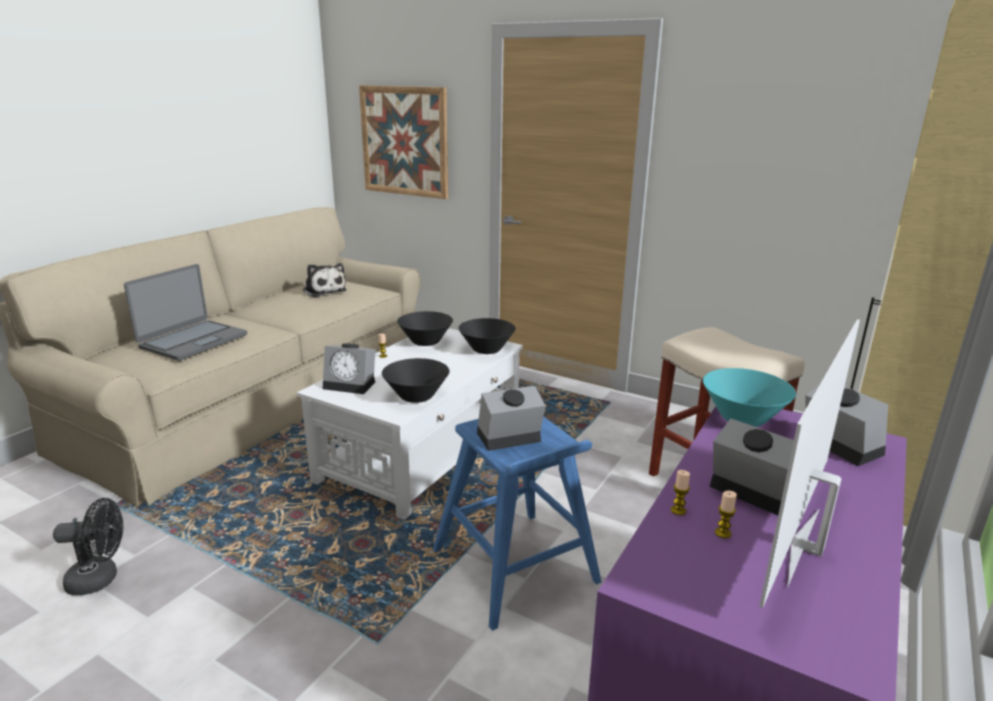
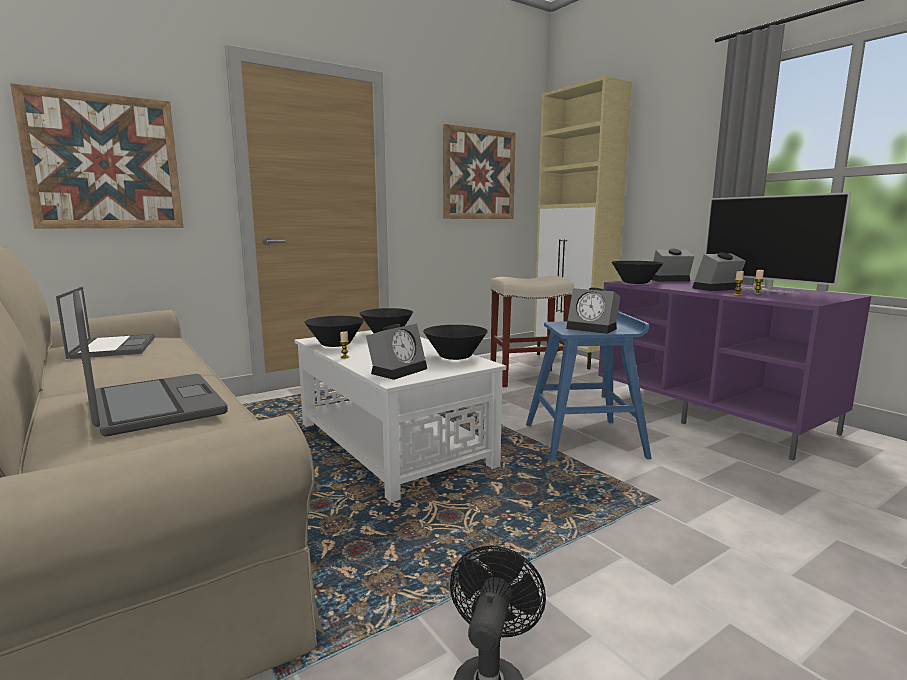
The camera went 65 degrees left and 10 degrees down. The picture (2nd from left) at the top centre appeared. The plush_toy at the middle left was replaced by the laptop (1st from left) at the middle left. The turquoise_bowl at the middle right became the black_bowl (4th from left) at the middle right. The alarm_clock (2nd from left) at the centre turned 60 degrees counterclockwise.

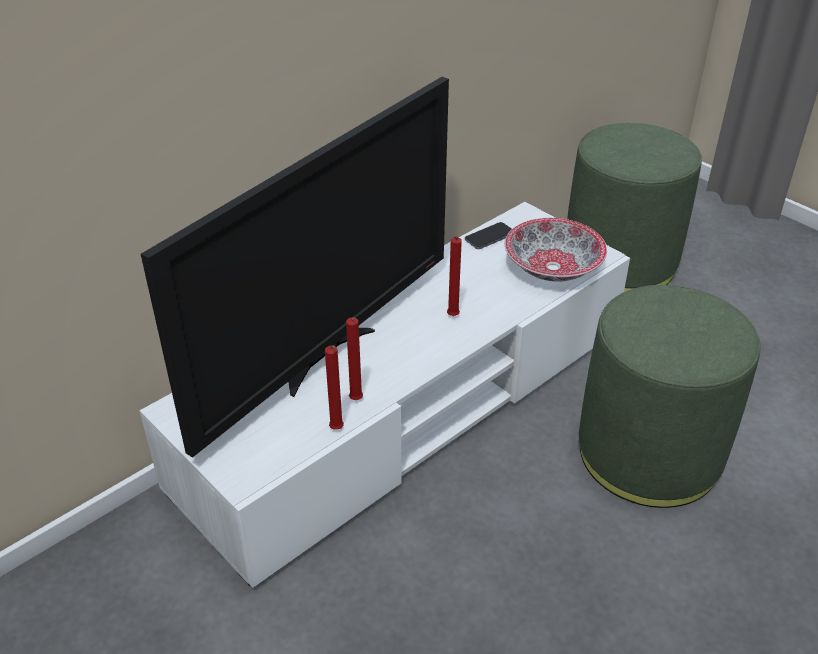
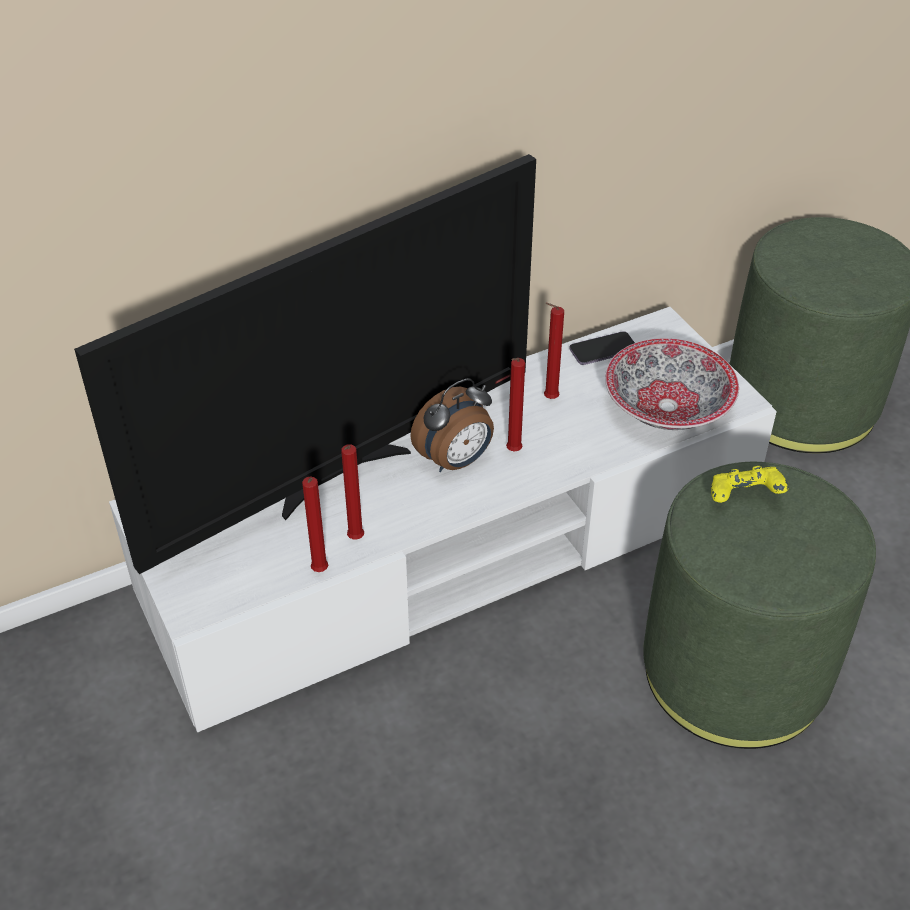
The camera went 15 degrees right and 5 degrees up. The alarm_clock at the centre appeared. The red_candle (4th from left) at the centre appeared. The yellow_game_controller at the middle right appeared.

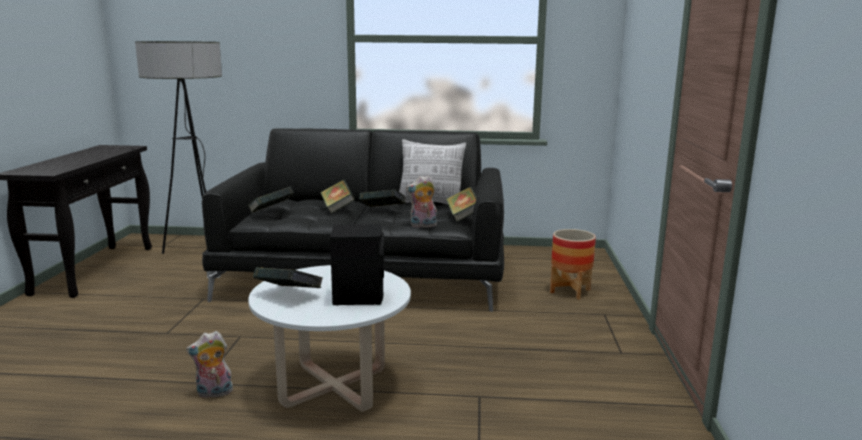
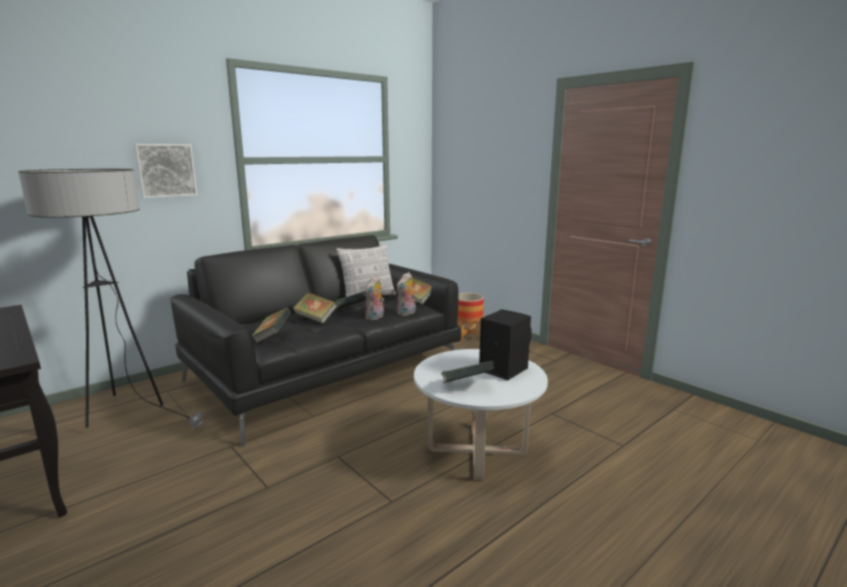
The camera went 45 degrees left and 0 degrees up. The picture at the top left appeared. The plush_toy (1st from left) moved from the bottom left to the centre.

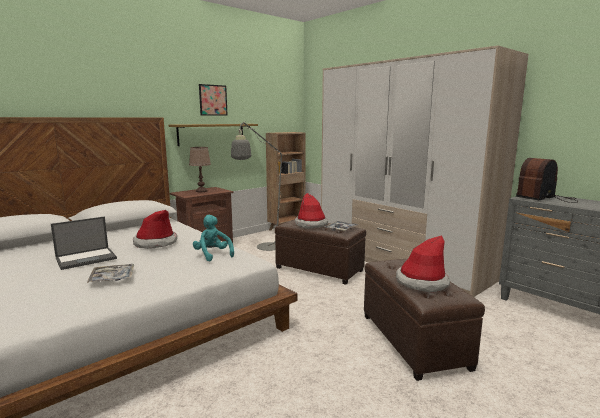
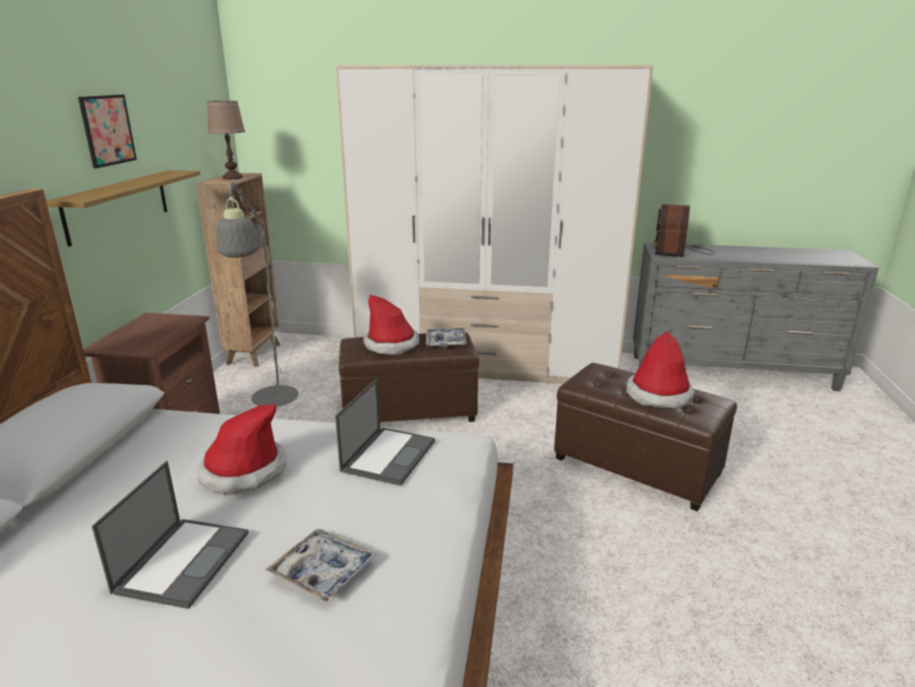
The camera went 40 degrees left and 10 degrees up. The brown_table_lamp moved from the centre to the top left. The turquoise_plush_toy at the centre was replaced by the laptop (2nd from left) at the centre.

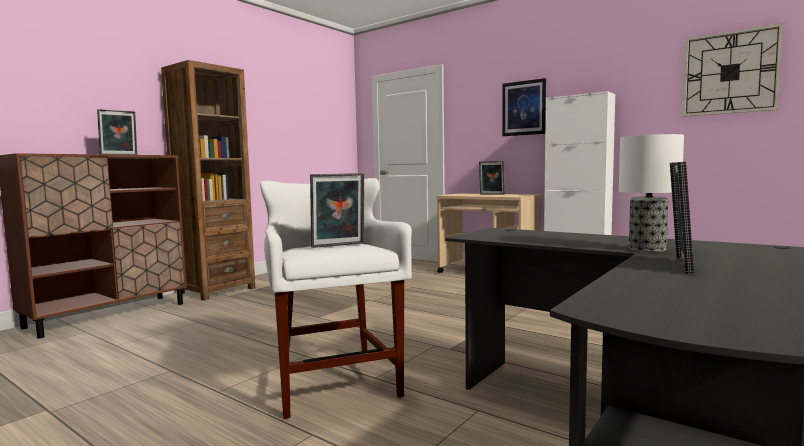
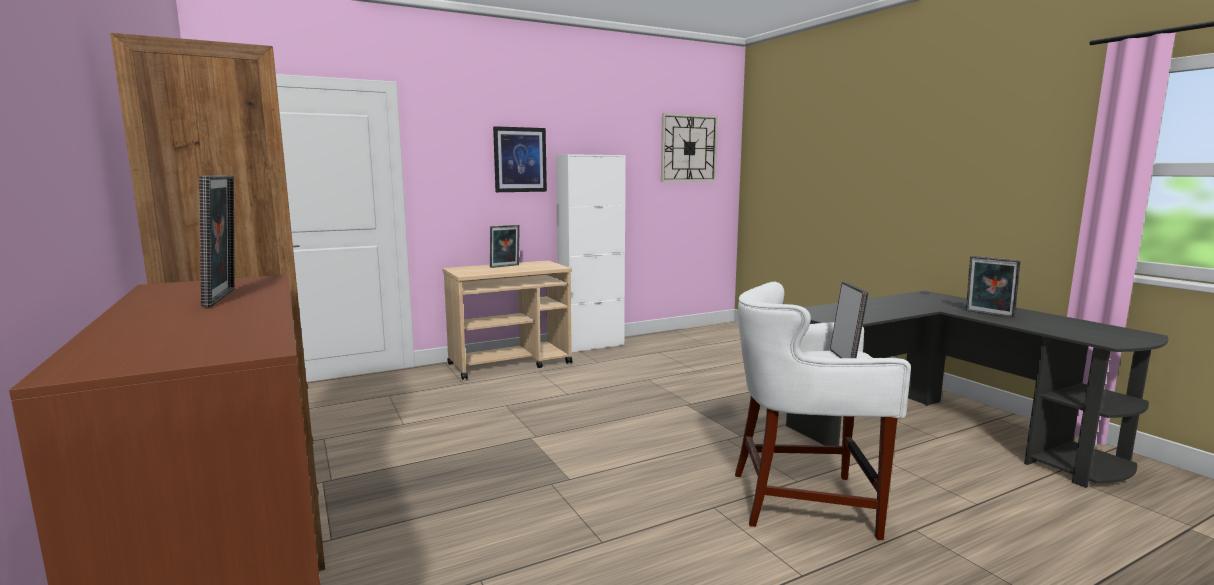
The camera went 65 degrees left and 5 degrees up. The table_lamp at the middle right disappeared.

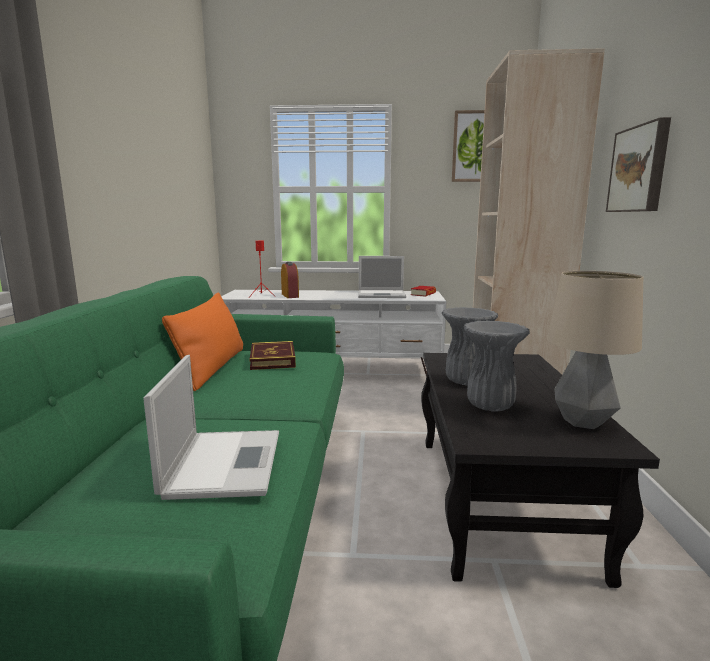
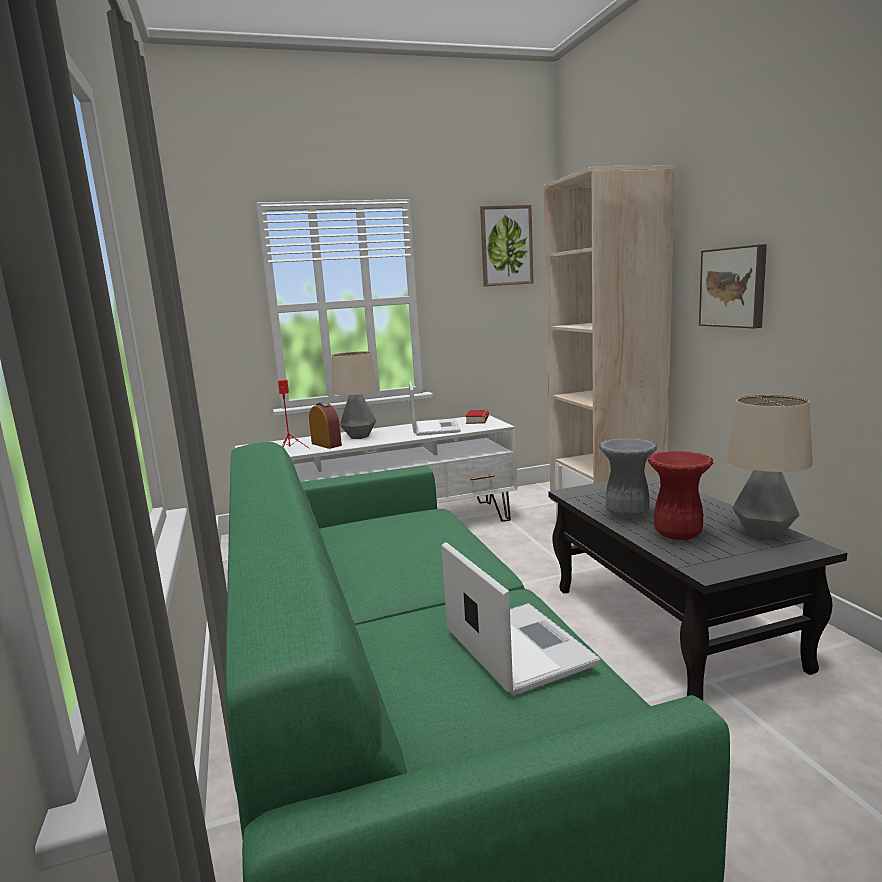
The camera went 20 degrees left and 0 degrees up. The orange_pillow at the middle left disappeared. The book (1st from left) at the centre disappeared. The table_lamp (1st from left) at the centre appeared. The grey_vase (2nd from left) at the middle right became the red_vase at the middle right. The laptop (2nd from left in the first image) at the centre turned 75 degrees counterclockwise.

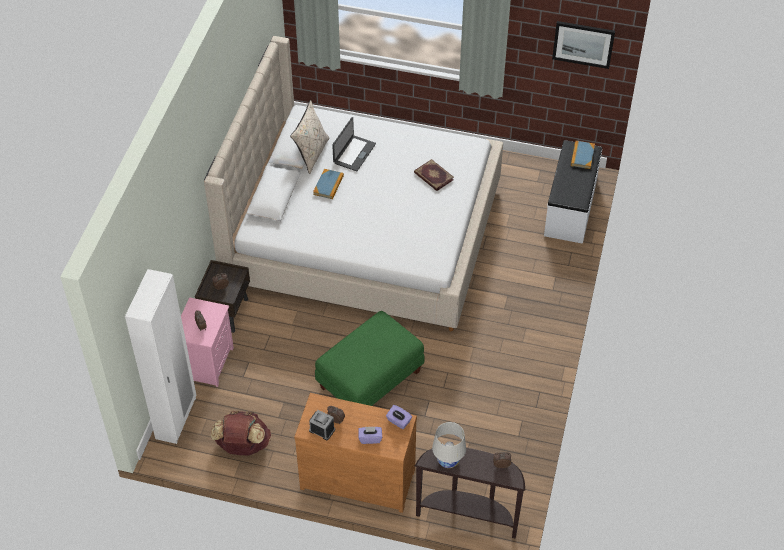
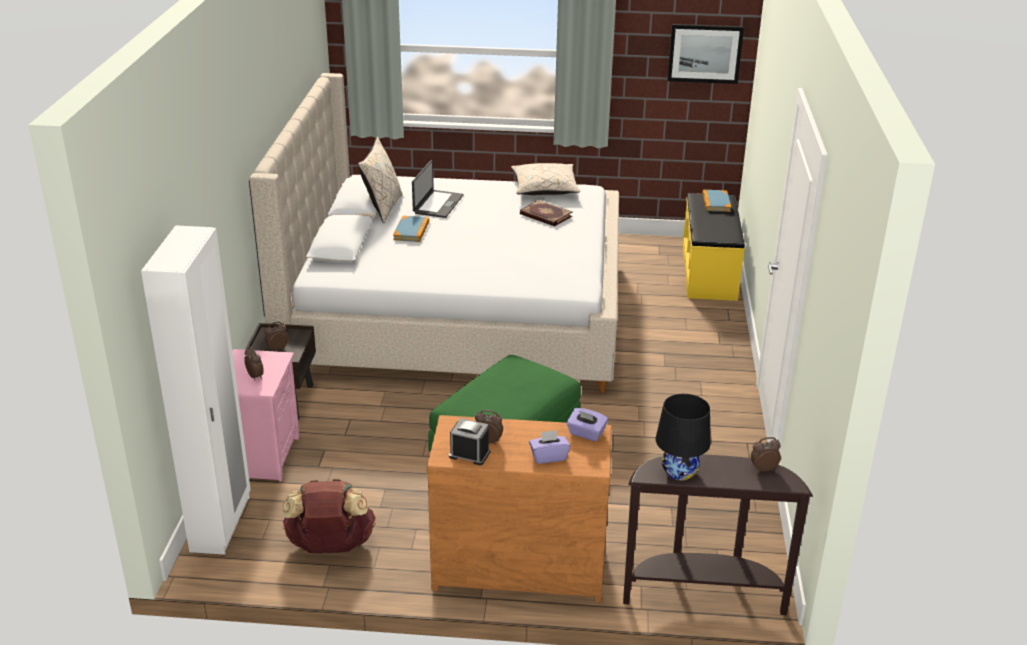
The camera went 10 degrees left and 20 degrees down. The beige_pillow (2nd from left) at the top centre appeared. The white_table_lamp at the bottom centre became the black_table_lamp at the bottom centre. The white_bench at the middle right became the yellow_bench at the middle right.

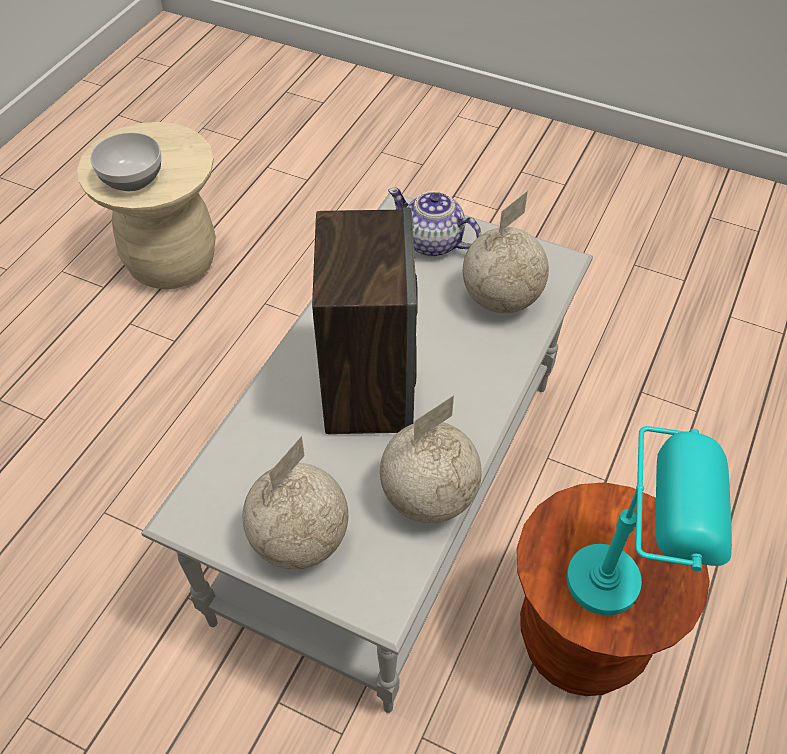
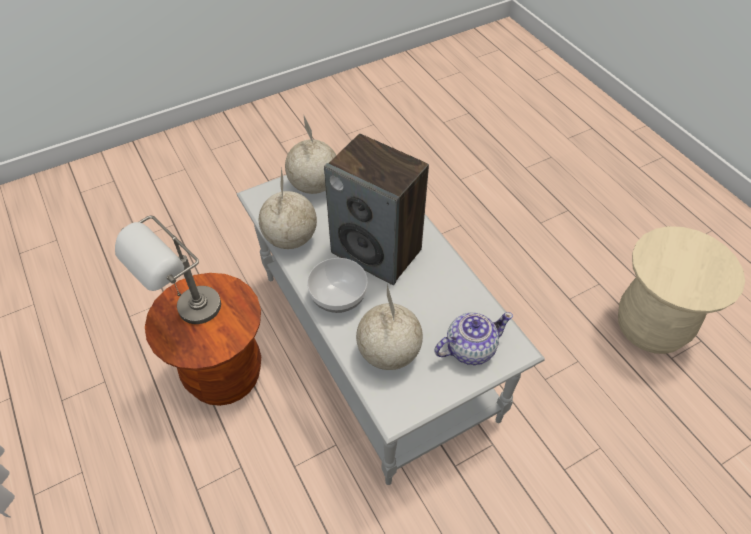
The camera went 125 degrees right and 0 degrees up. The bowl moved from the top left to the centre. The turquoise_table_lamp at the bottom right became the grey_table_lamp at the middle left.

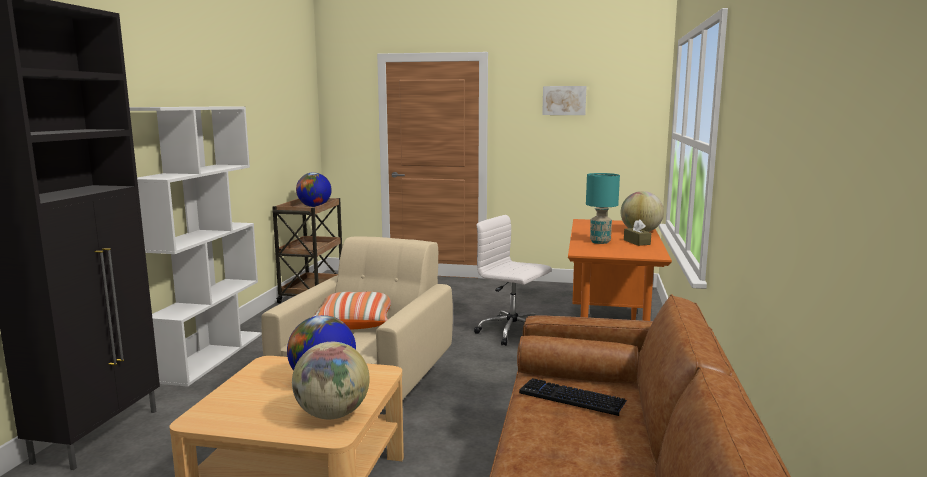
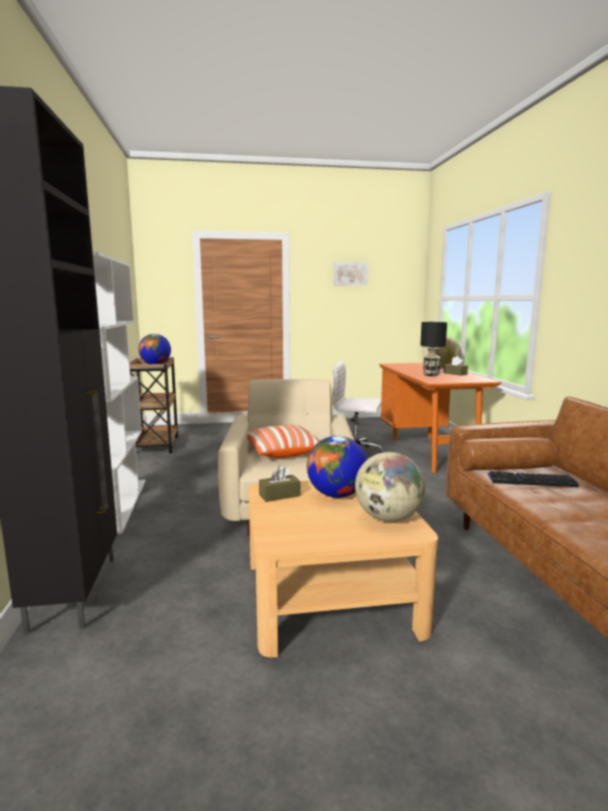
The camera went 20 degrees left and 0 degrees up. The brown_tissue_box (1st from left) at the centre appeared. The turquoise_table_lamp at the centre became the black_table_lamp at the middle right.

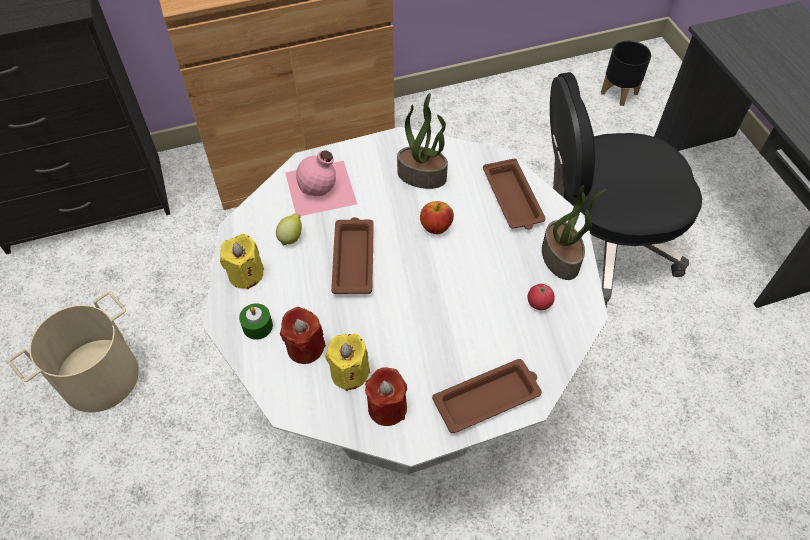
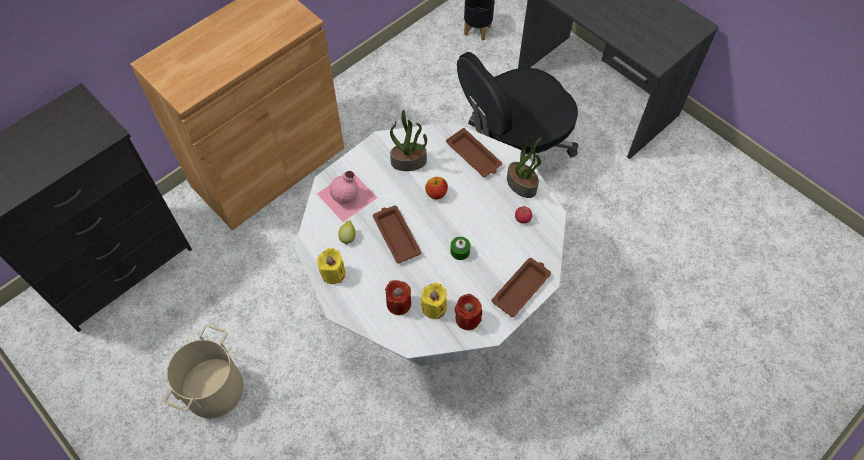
The camera went 25 degrees left and 5 degrees up. The green_candle moved from the middle left to the centre.

